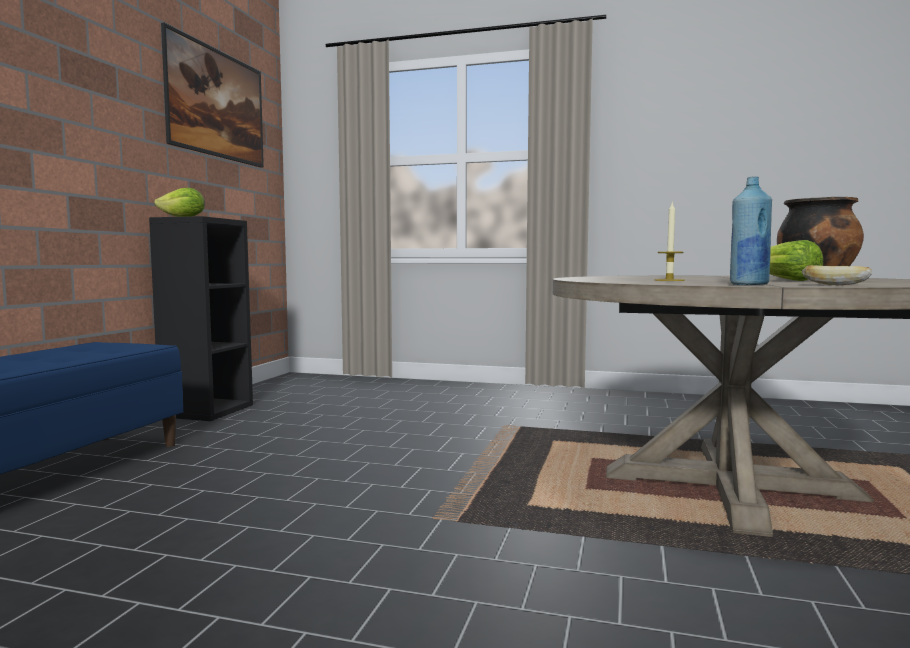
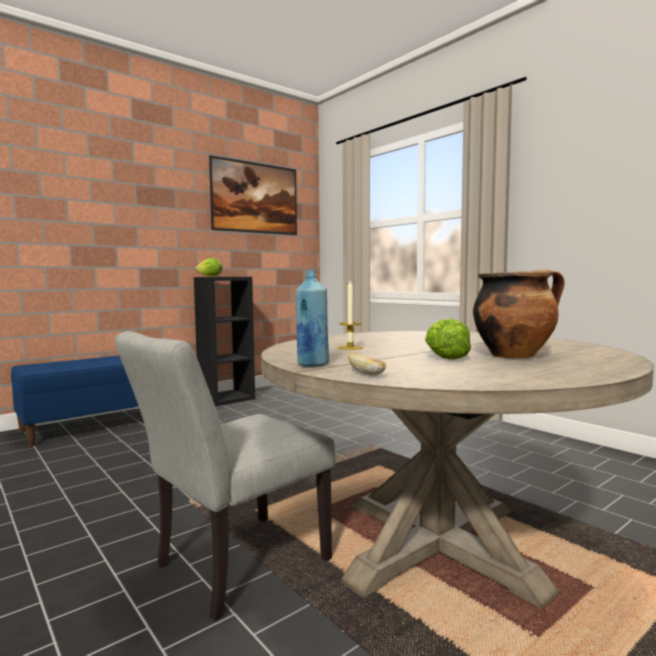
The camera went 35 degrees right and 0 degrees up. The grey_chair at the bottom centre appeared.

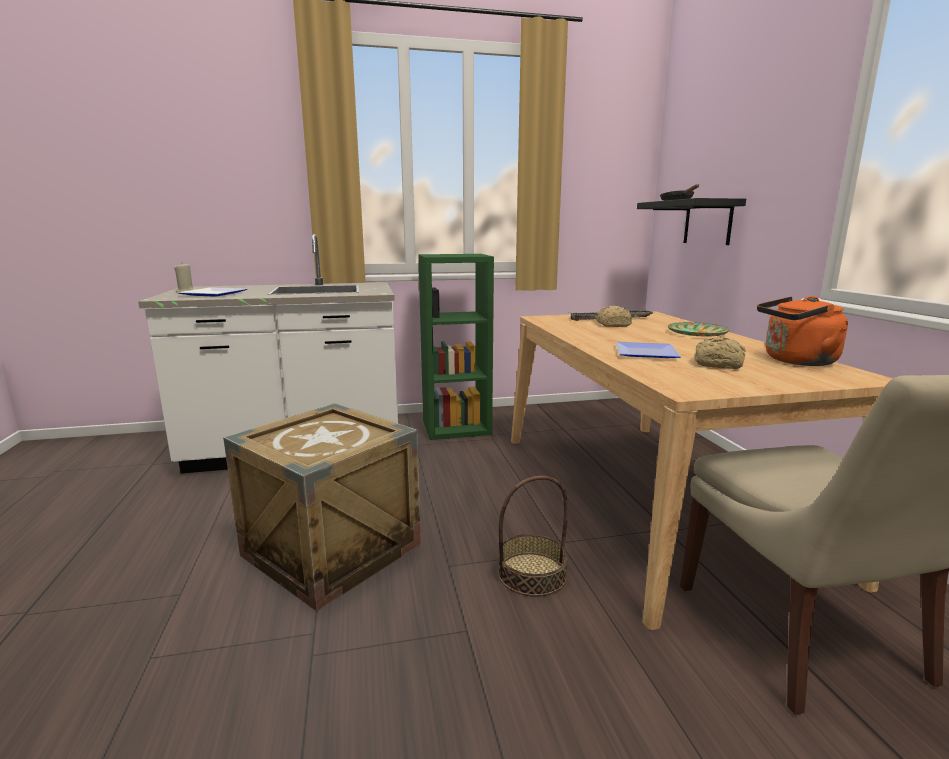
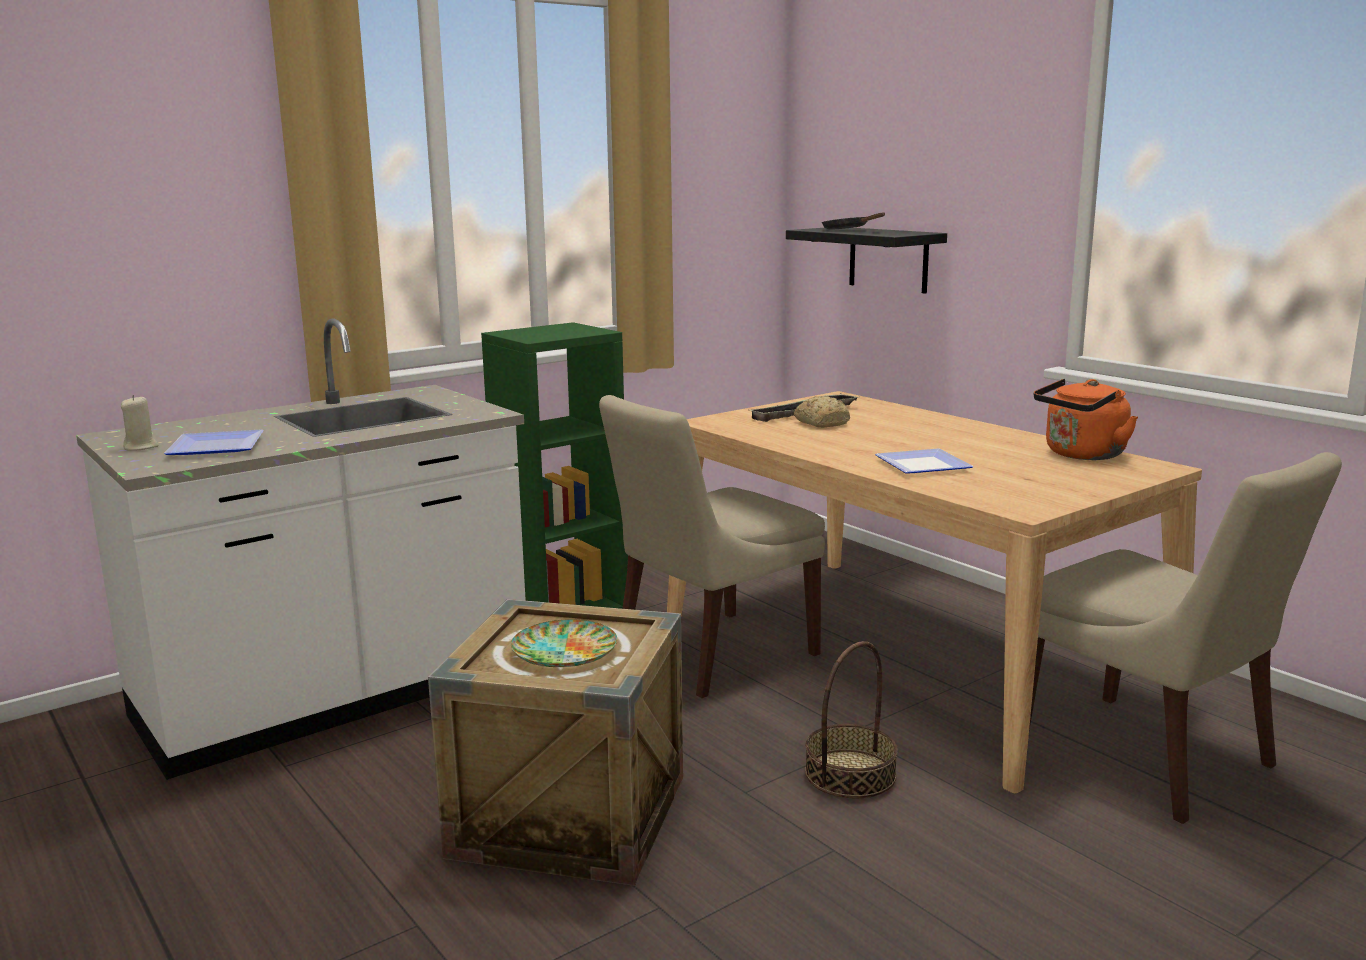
The camera went 25 degrees left and 0 degrees up. The bread (2nd from left) at the middle right disappeared. The beige_chair (1st from left) at the centre appeared. The plate (3rd from left in the first image) moved from the middle right to the bottom centre.

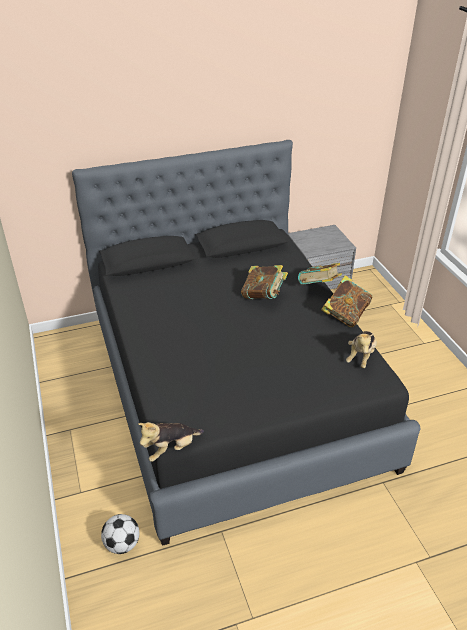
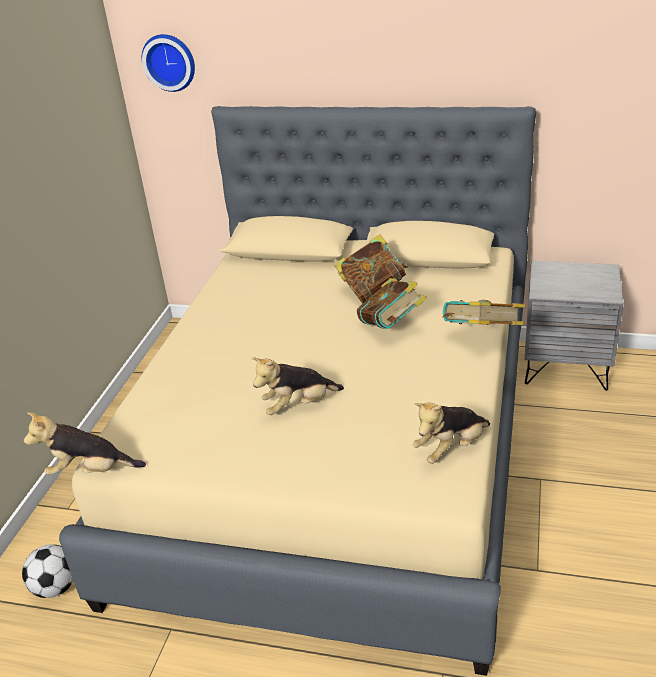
The camera went 35 degrees right and 5 degrees down. The wall_clock at the top left appeared. The plush_toy (2nd from left) at the centre appeared. The book (3rd from left in the first image) moved from the middle right to the centre. The black_bed at the centre became the beige_bed at the centre.

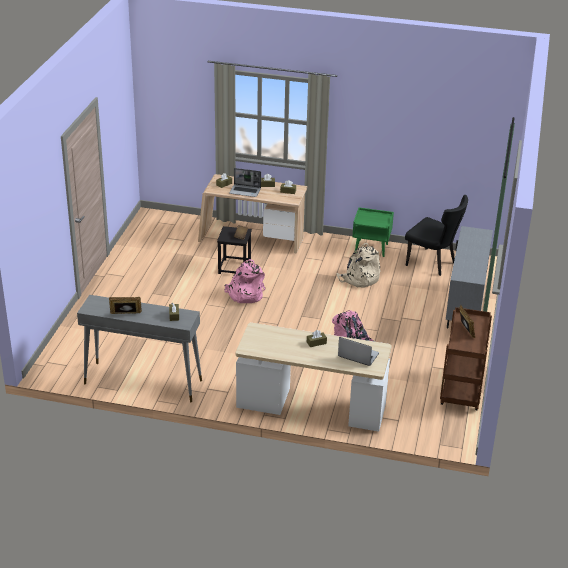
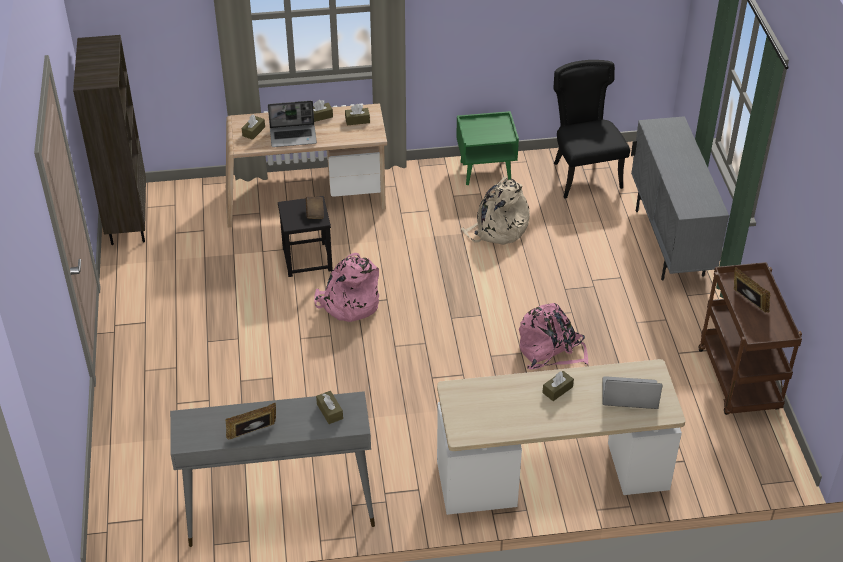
The camera went 20 degrees left and 10 degrees up. The brown_bookcase at the top left appeared. The black_chair at the middle right turned 120 degrees counterclockwise.

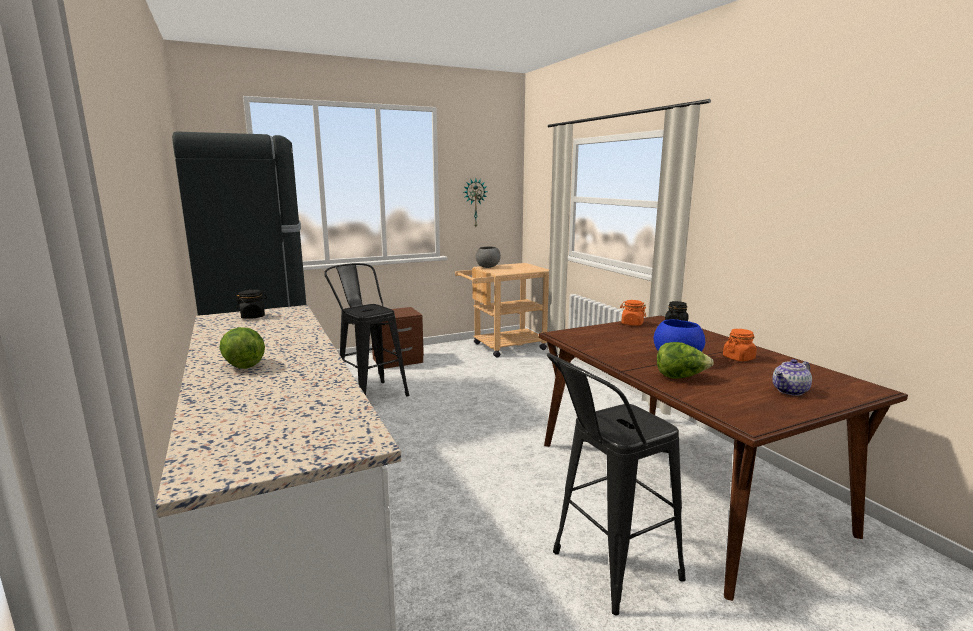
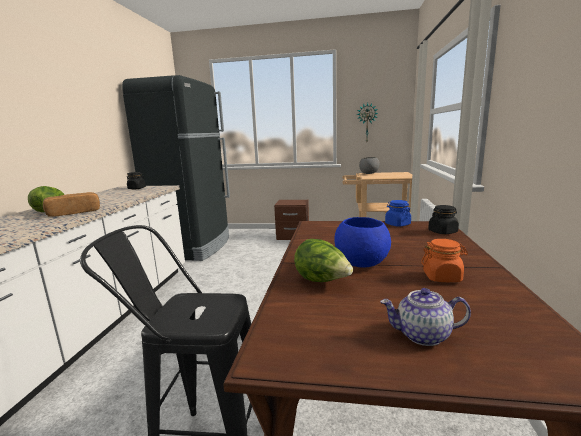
The camera went 35 degrees right and 0 degrees up. The black_stool (1st from left) at the centre disappeared. The bread at the middle left appeared. The orange_jar (1st from left) at the centre became the blue_jar at the middle right.

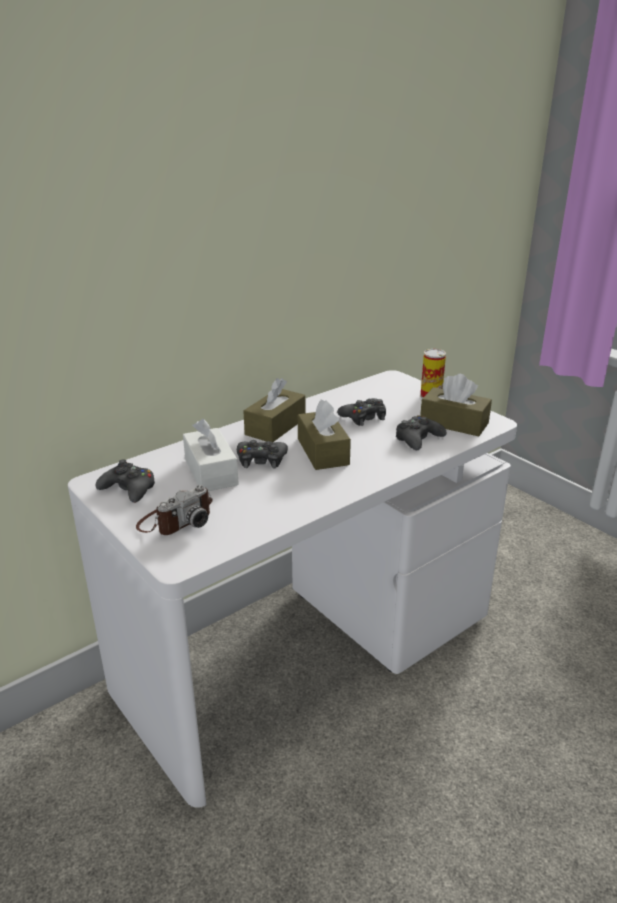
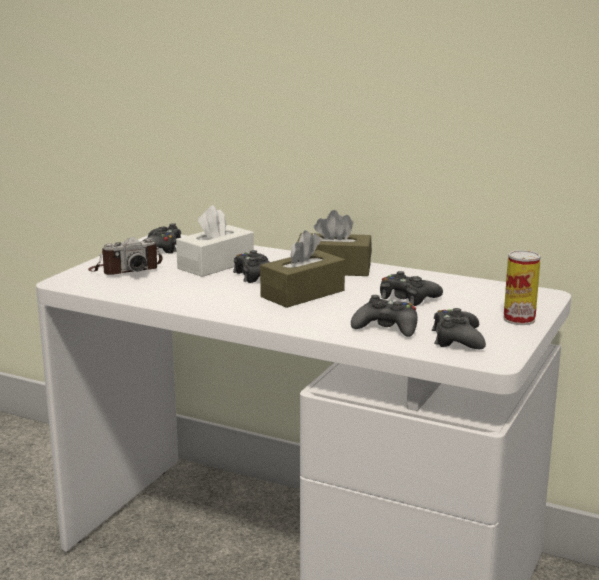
The camera went 65 degrees right and 10 degrees down. The brown_tissue_box (3rd from left) at the middle right was replaced by the black_game_controller (5th from left) at the middle right. The photo_camera at the middle left turned 45 degrees counterclockwise.

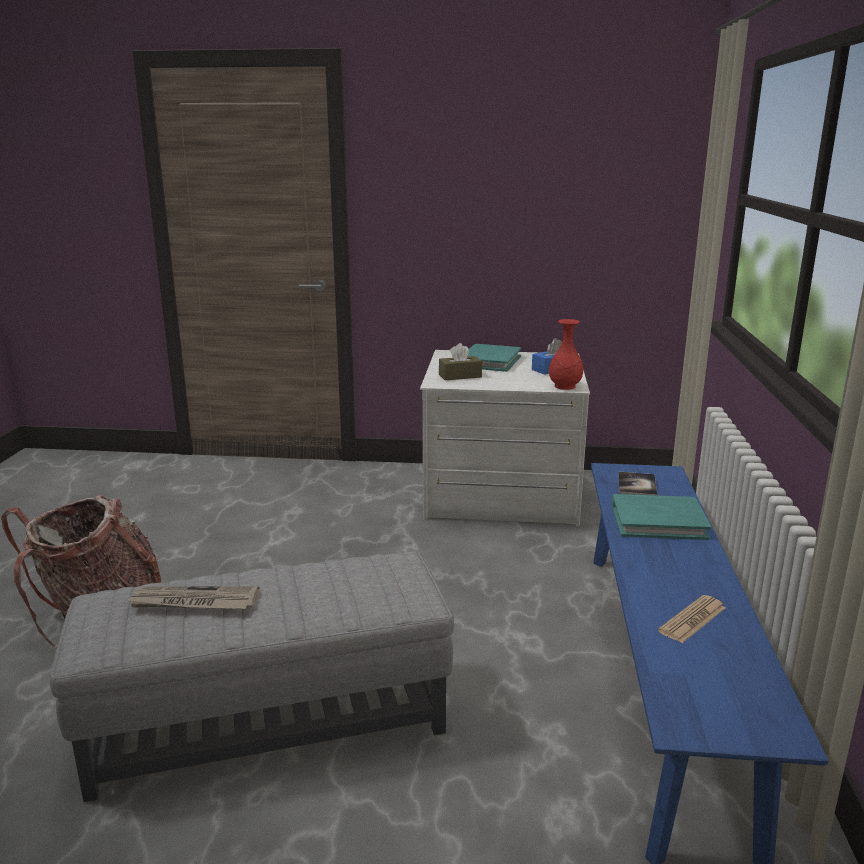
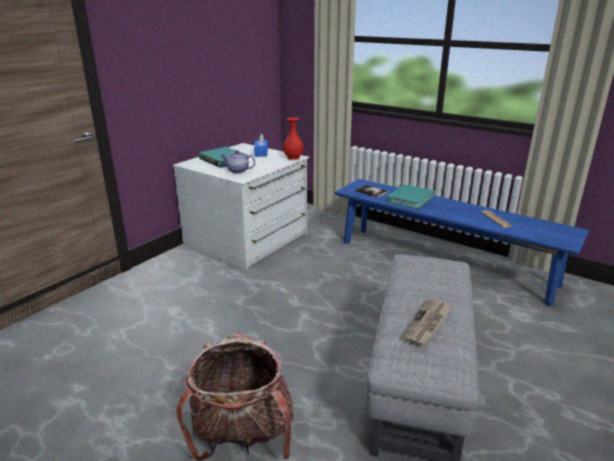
The camera went 60 degrees left and 5 degrees up. The brown_tissue_box at the centre was replaced by the teapot at the centre.

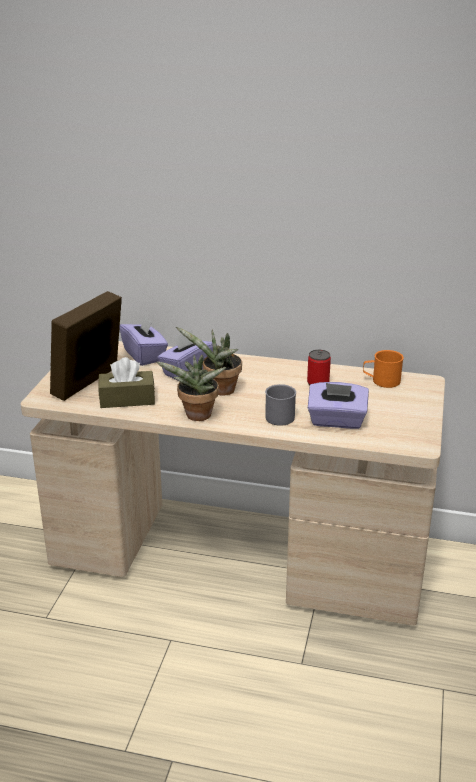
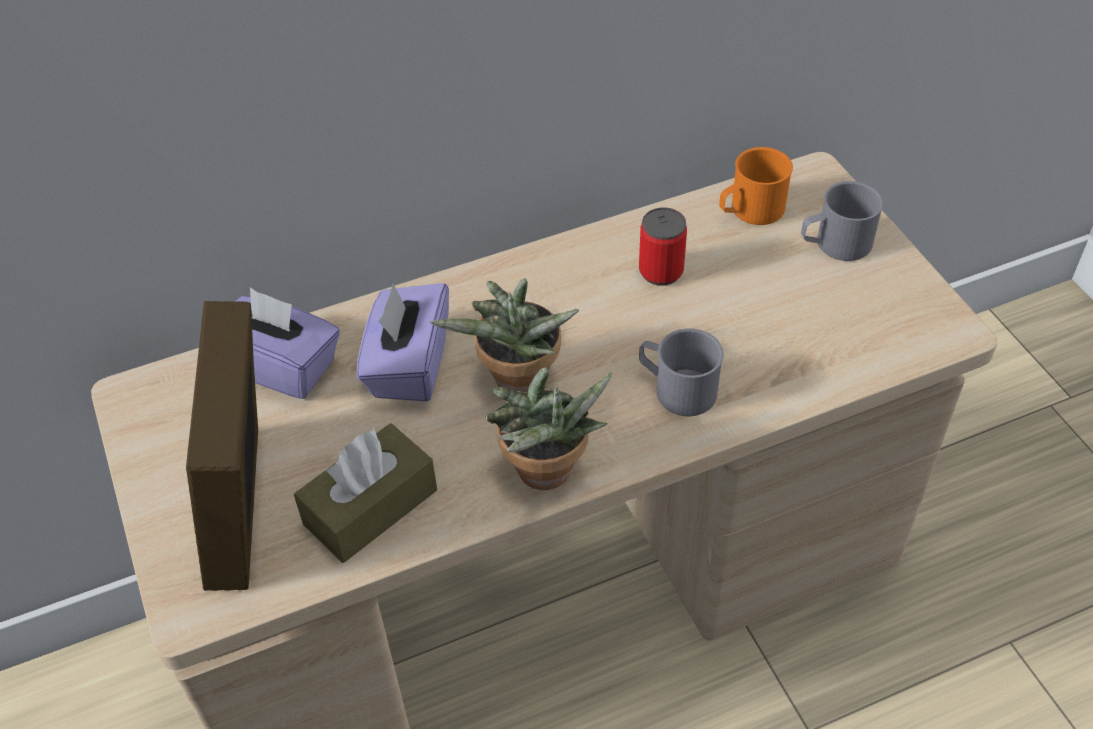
The camera went 35 degrees left and 20 degrees up. The purple_tissue_box (3rd from left) at the middle right disappeared. The grey_mug (2nd from left) at the top right appeared.

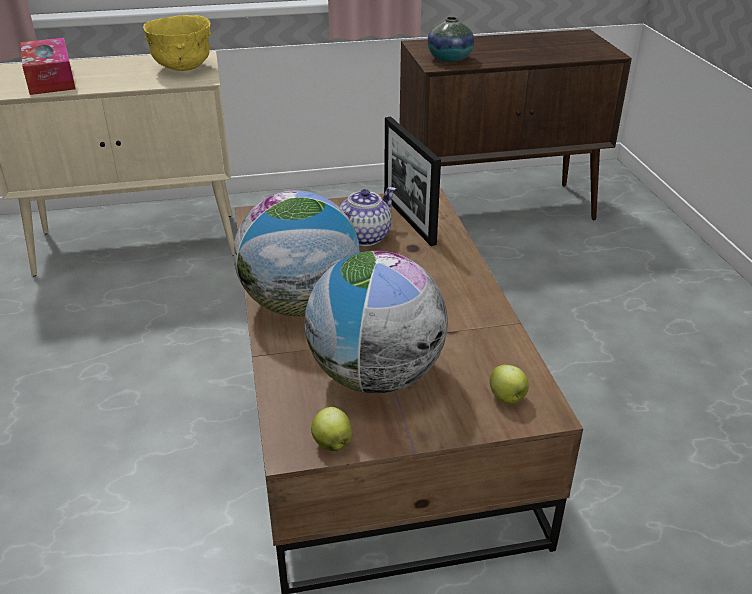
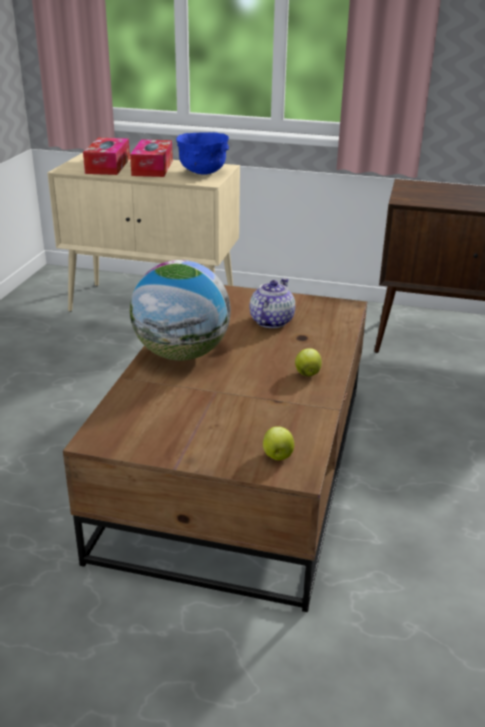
The camera went 25 degrees right and 5 degrees down. The globe (2nd from left) at the centre disappeared. The picture_frame at the top centre disappeared. The vase at the top centre disappeared. The tissue_box (2nd from left) at the top left appeared. The apple (1st from left in the first image) moved from the bottom centre to the centre. The yellow_bowl at the top left became the blue_bowl at the top centre. The teapot at the centre turned 45 degrees counterclockwise.

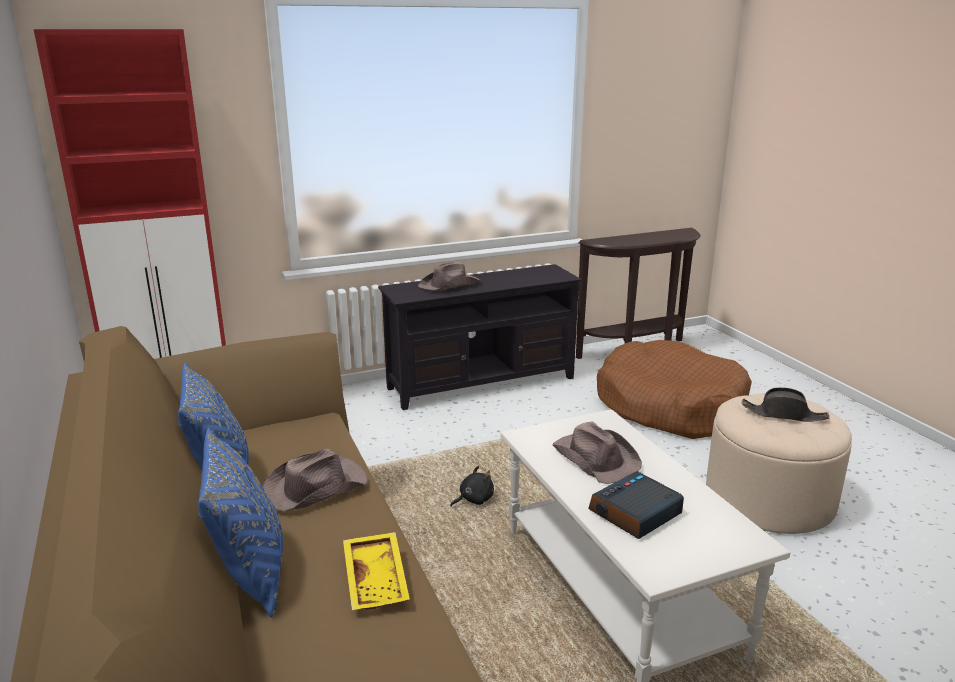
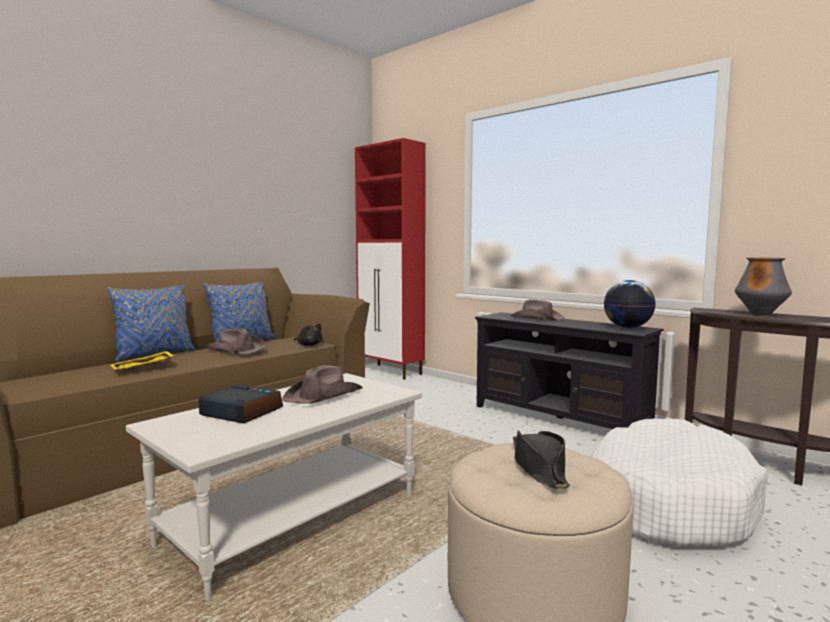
The camera went 65 degrees right and 15 degrees down. The globe at the middle right appeared. The vase at the middle right appeared. The black_plush_toy moved from the bottom centre to the centre. The brown_dog_bed at the middle right became the white_dog_bed at the bottom right.

